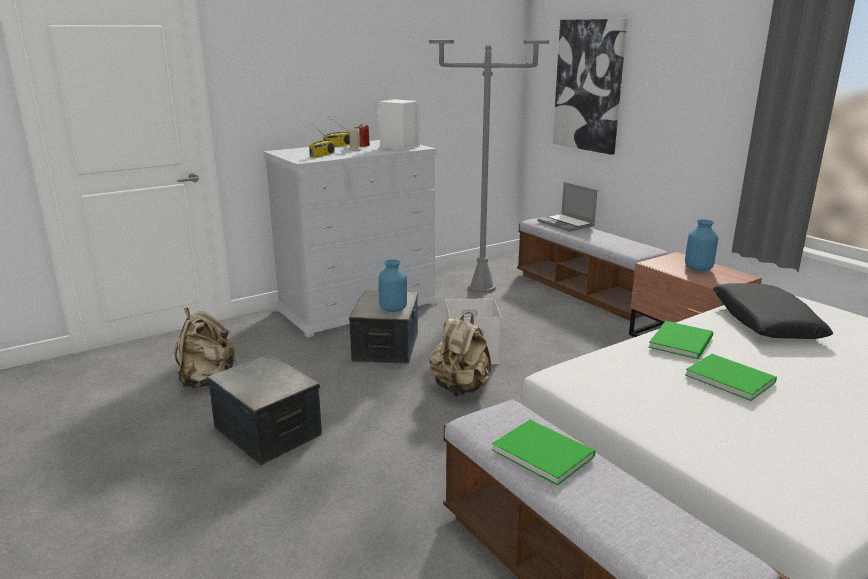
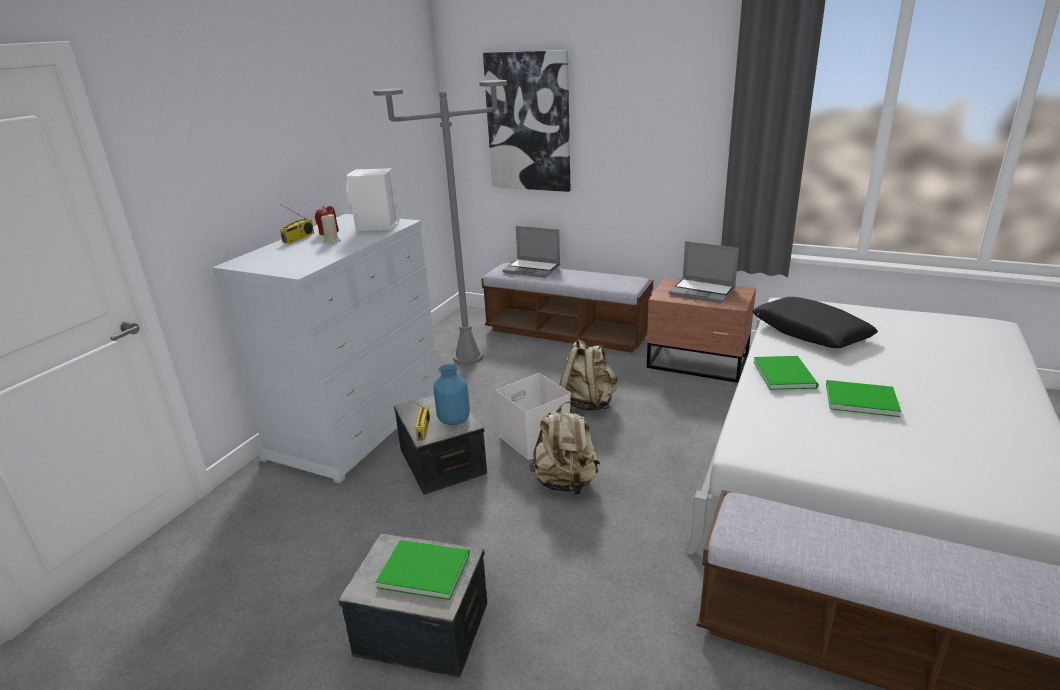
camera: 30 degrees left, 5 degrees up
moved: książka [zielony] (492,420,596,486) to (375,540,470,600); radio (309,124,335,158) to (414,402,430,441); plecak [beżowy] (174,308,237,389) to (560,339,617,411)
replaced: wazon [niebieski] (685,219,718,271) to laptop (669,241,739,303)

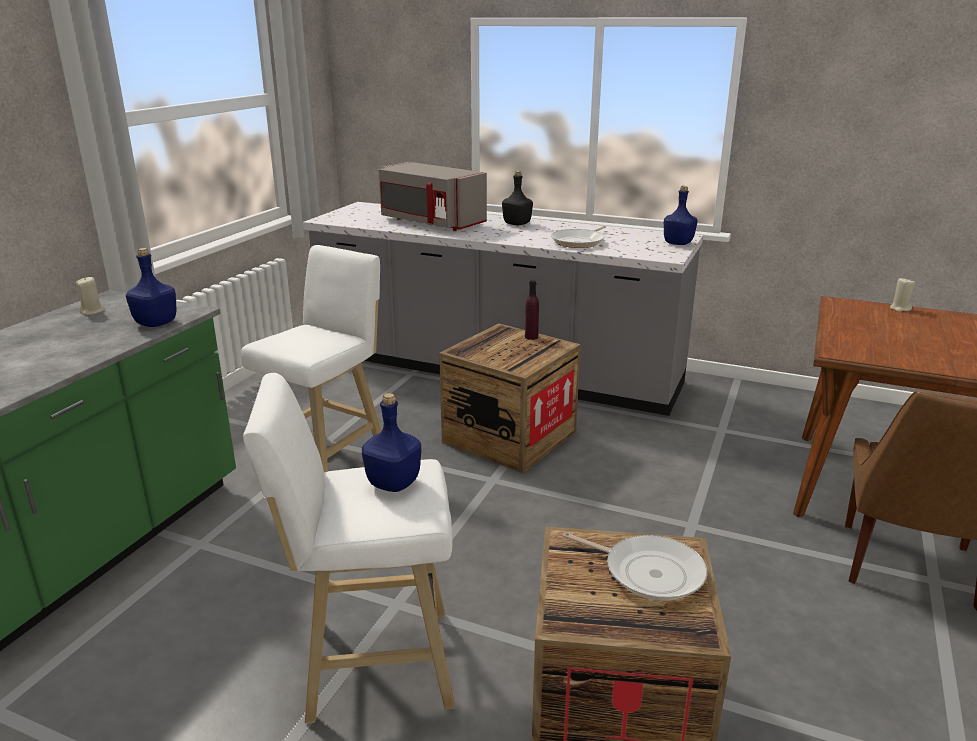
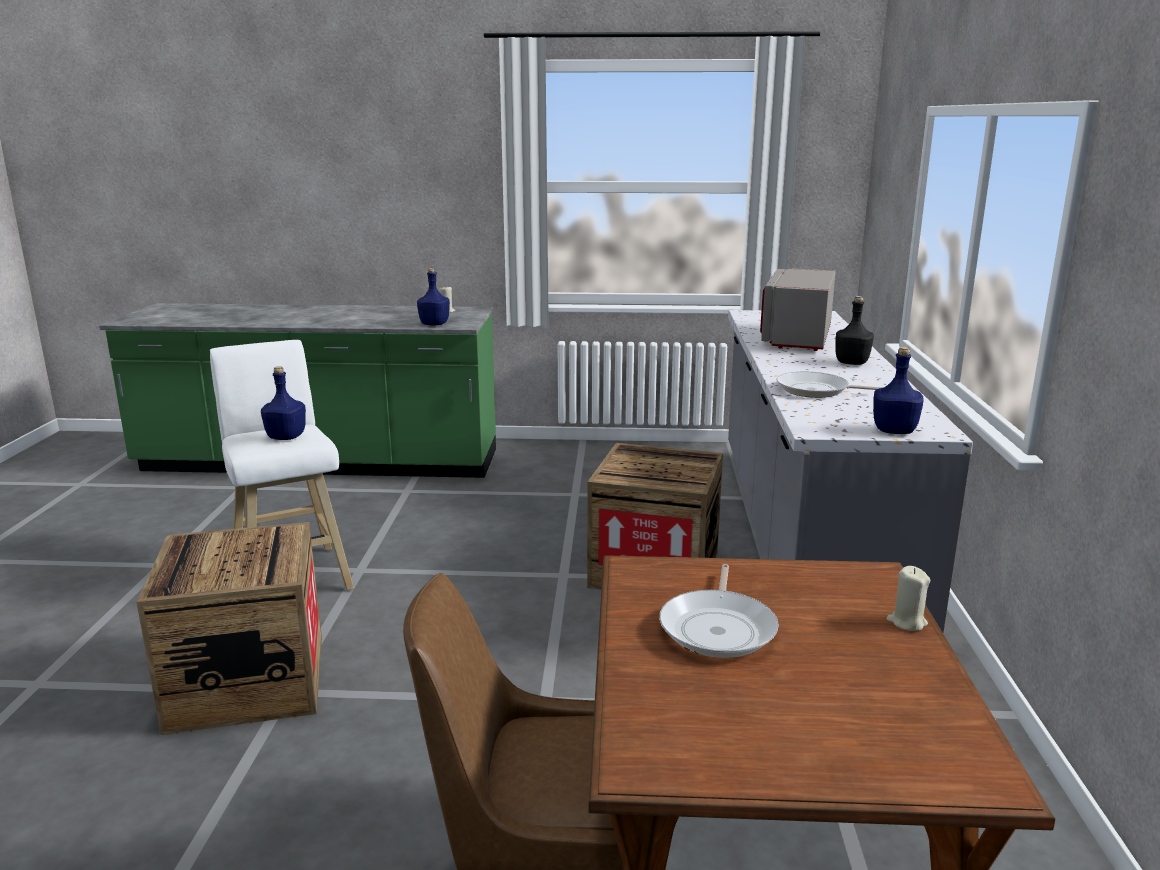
camera: 70 degrees right, 5 degrees down
removed: stołek [biały] (241,245,381,472); butelka [fioletowy] (525,280,539,340)
moved: patelnia (562,532,707,601) to (659,564,779,658)

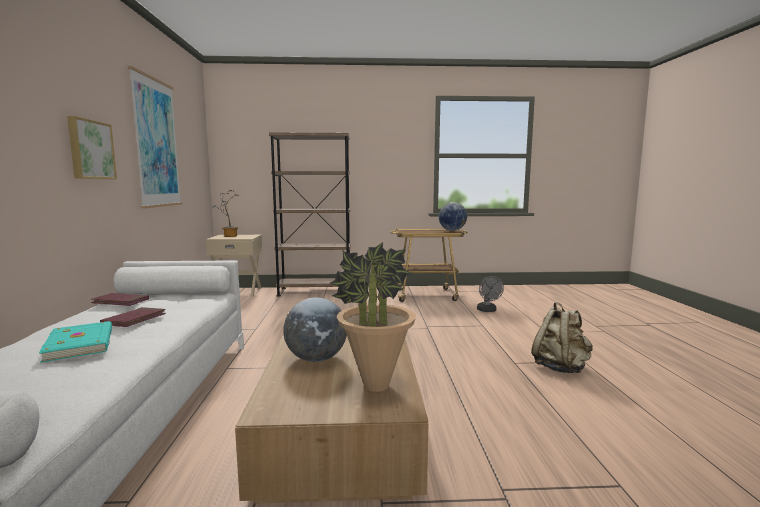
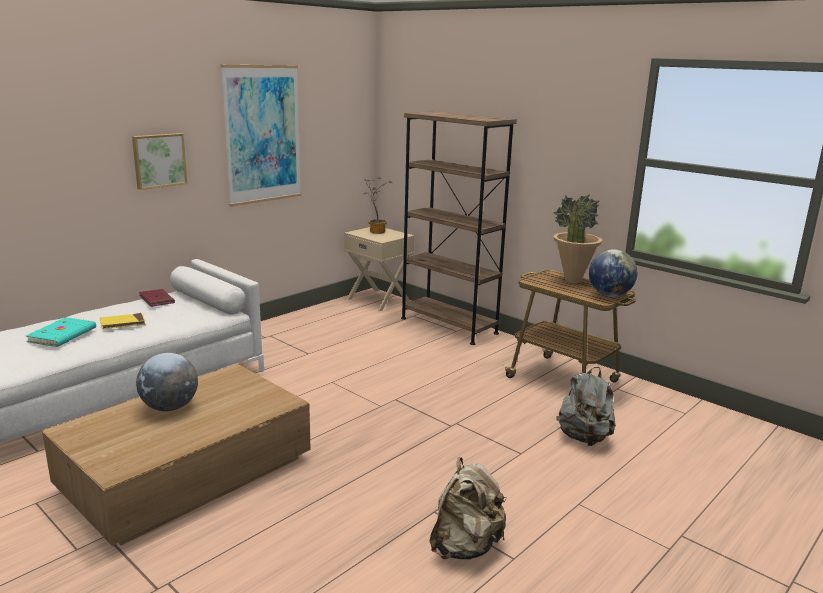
camera: 45 degrees right, 10 degrees up
moved: roślina doniczkowa (330,242,416,392) to (553,194,602,283)
replaced: wentylator [szary] (477,276,504,312) to plecak [szary] (557,367,615,446)
recoloured: książka [czerwony] (100,307,166,327) to książka [żółty] (100,313,145,329)

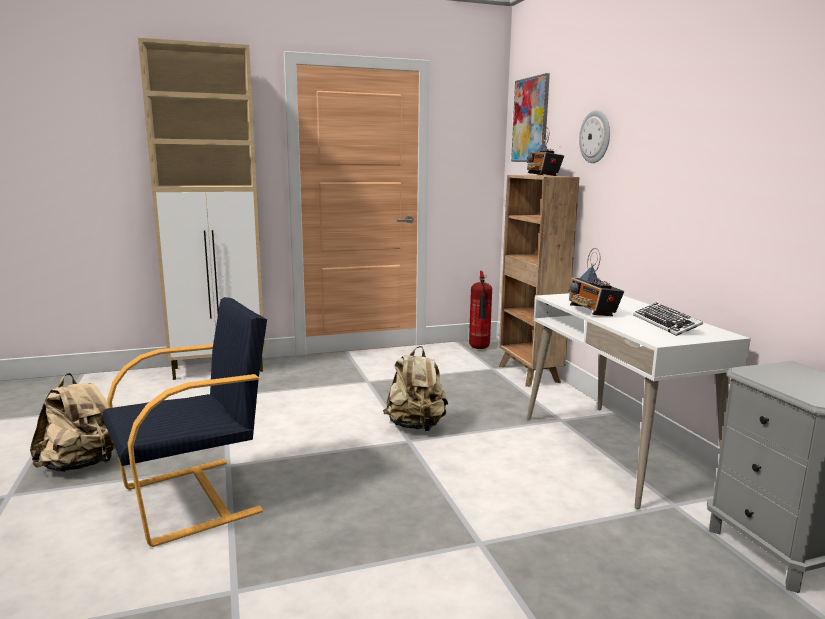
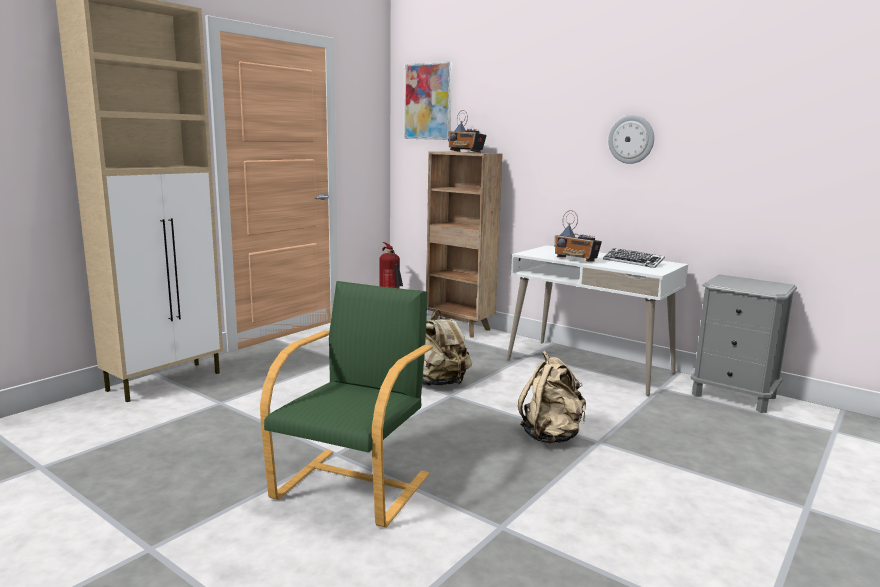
camera: 35 degrees left, 0 degrees up
moved: plecak [beżowy] (30,373,115,472) to (518,351,586,443); zegar ścienny (579,110,610,163) to (608,115,654,164)
recoloured: fotel [czarny] (103,297,267,547) to fotel [zielony] (260,281,433,528)

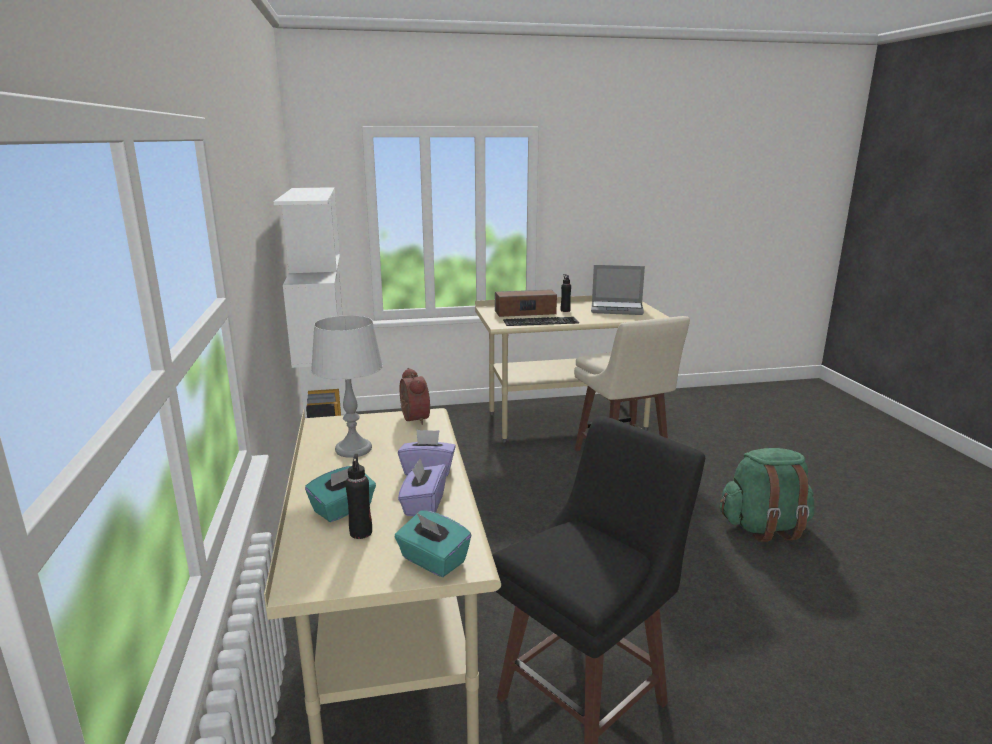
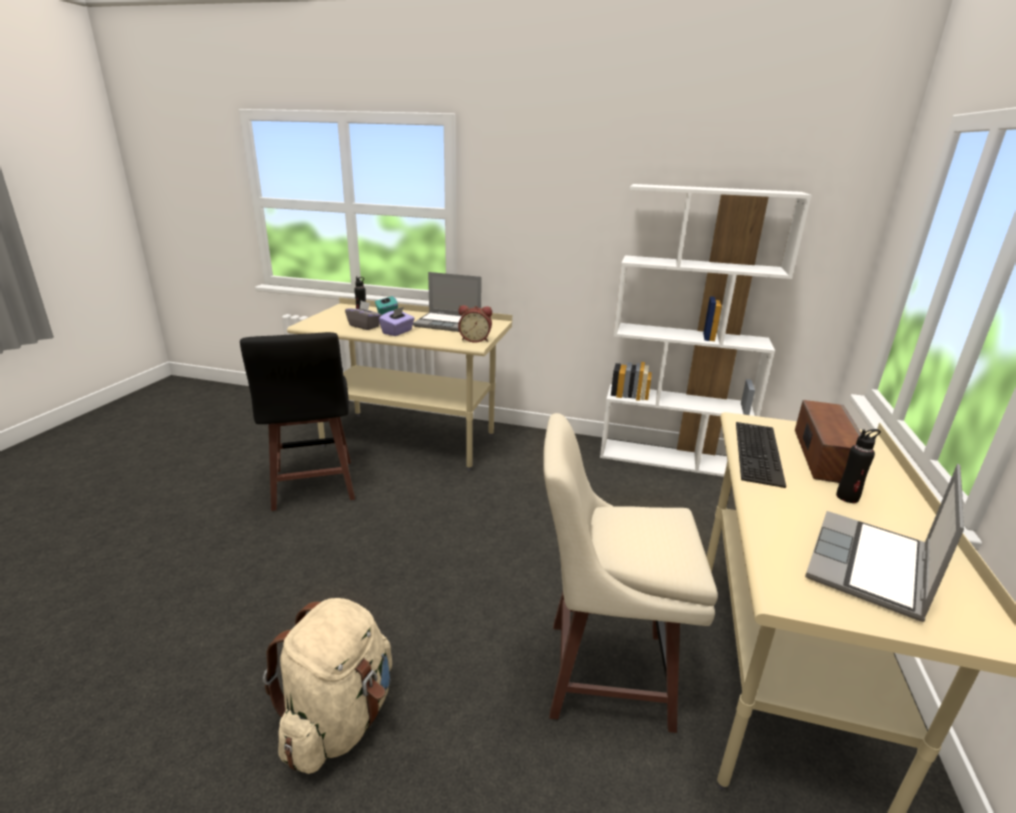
camera: 115 degrees right, 5 degrees up
removed: pudełko chusteczek [turkusowy] (394,510,471,577)
replaced: lampa stołowa [szary] (311,315,383,458) to laptop (413,272,482,332)
recoloured: plecak [zielony] (720,448,814,542) to plecak [beżowy] (263,598,392,774); pudełko chusteczek [fioletowy] (398,458,447,516) to pudełko chusteczek [szary] (345,301,381,330)

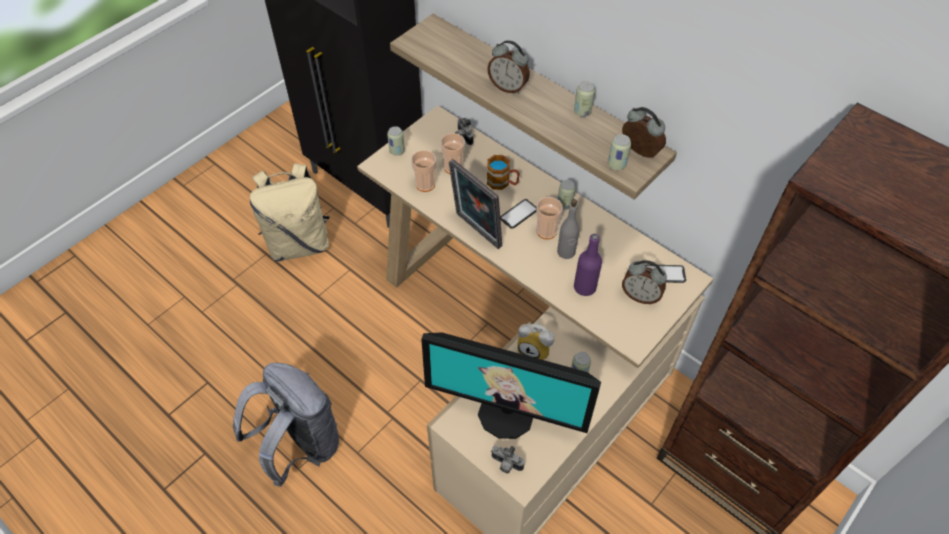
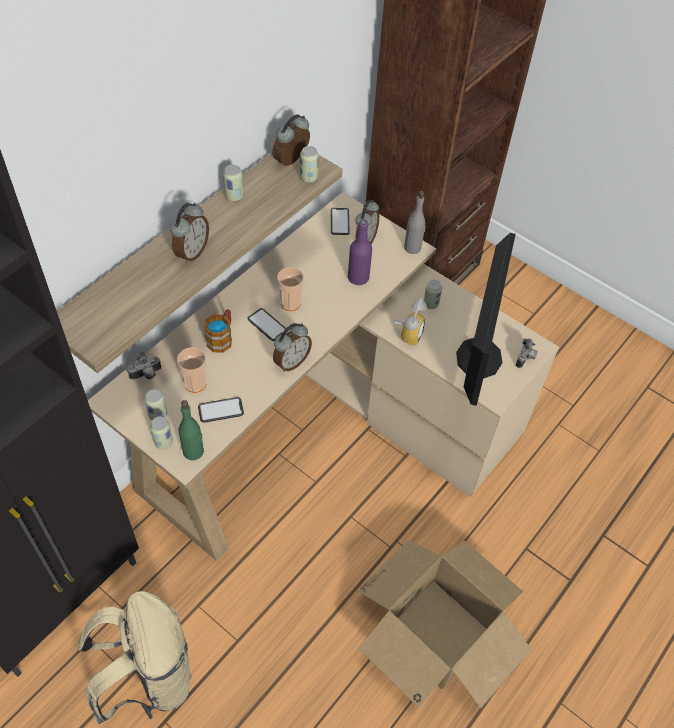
camera: 95 degrees left, 0 degrees up
added: butelka [zielony] (178,400,204,460)
moved: puszka (558,180,576,210) to (144,389,168,420); butelka [szary] (557,199,579,259) to (404,191,425,254)
replaced: filiżanka (411,150,436,192) to telefon (198,397,244,423); ramka na zdjęcie (449,159,502,249) to budzik (273,323,312,372); plecak [szary] (233,363,339,487) to karton (357,540,532,708)

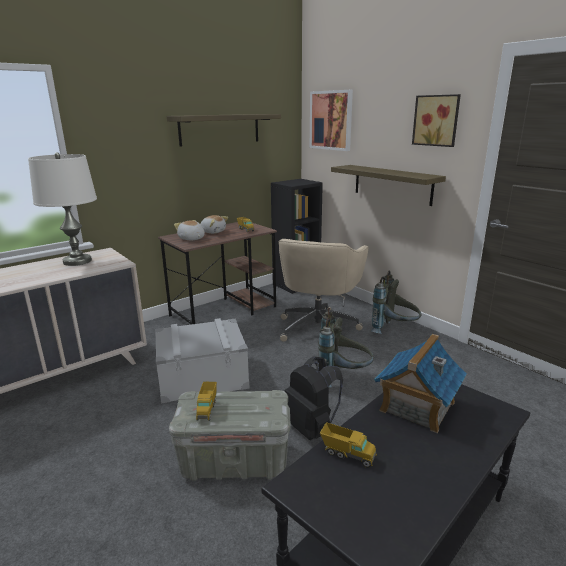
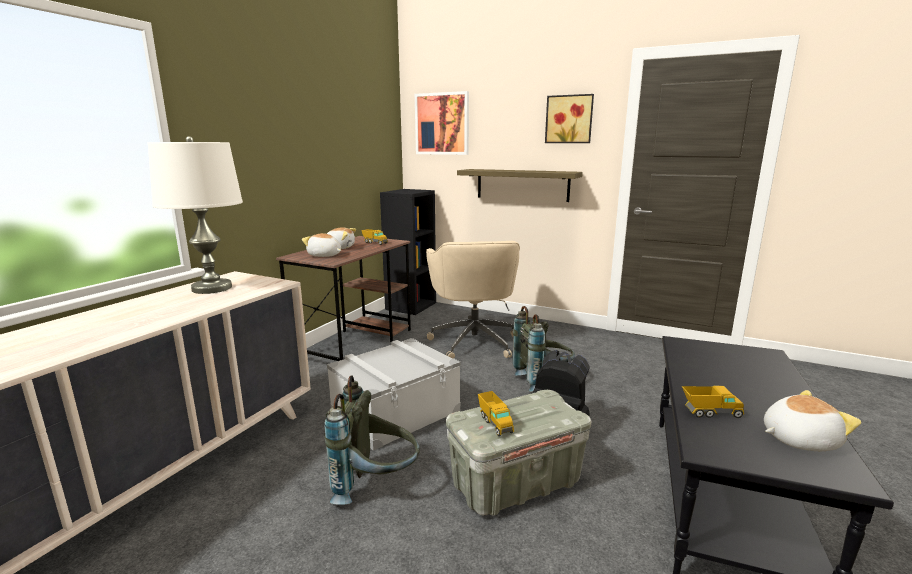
camera: 25 degrees left, 5 degrees down
removed: półka (167,114,281,147); domek (374,334,467,433)
added: pluszak (764,390,861,451)
moved: plecak [szary] (371,270,422,334) to (324,375,420,505)

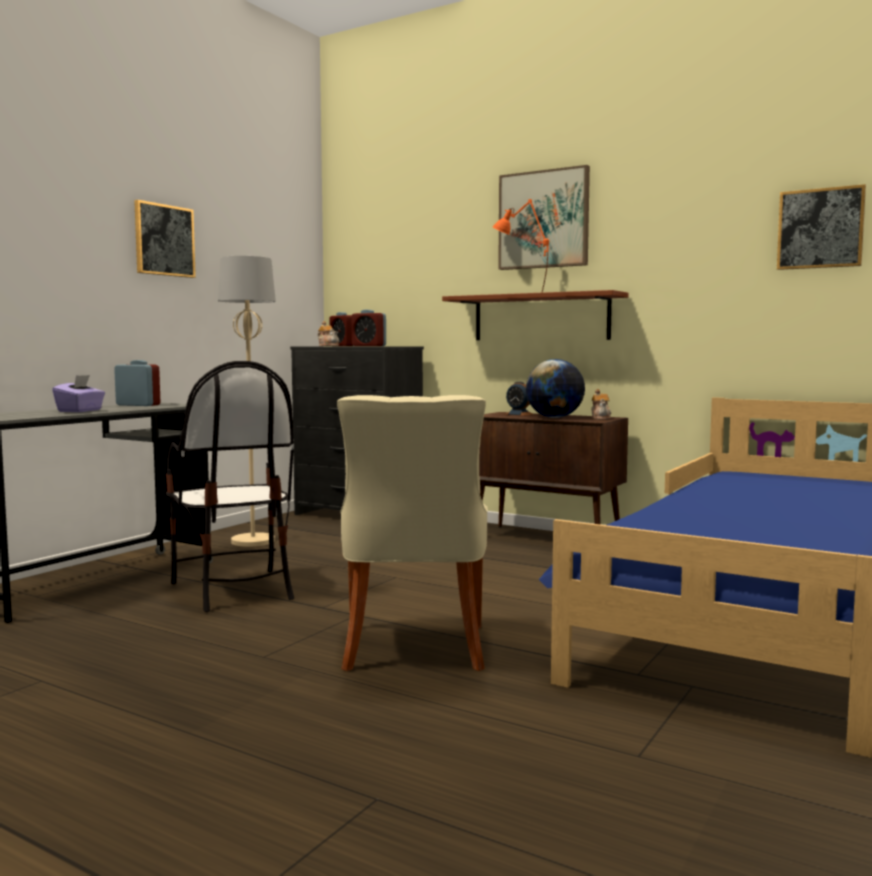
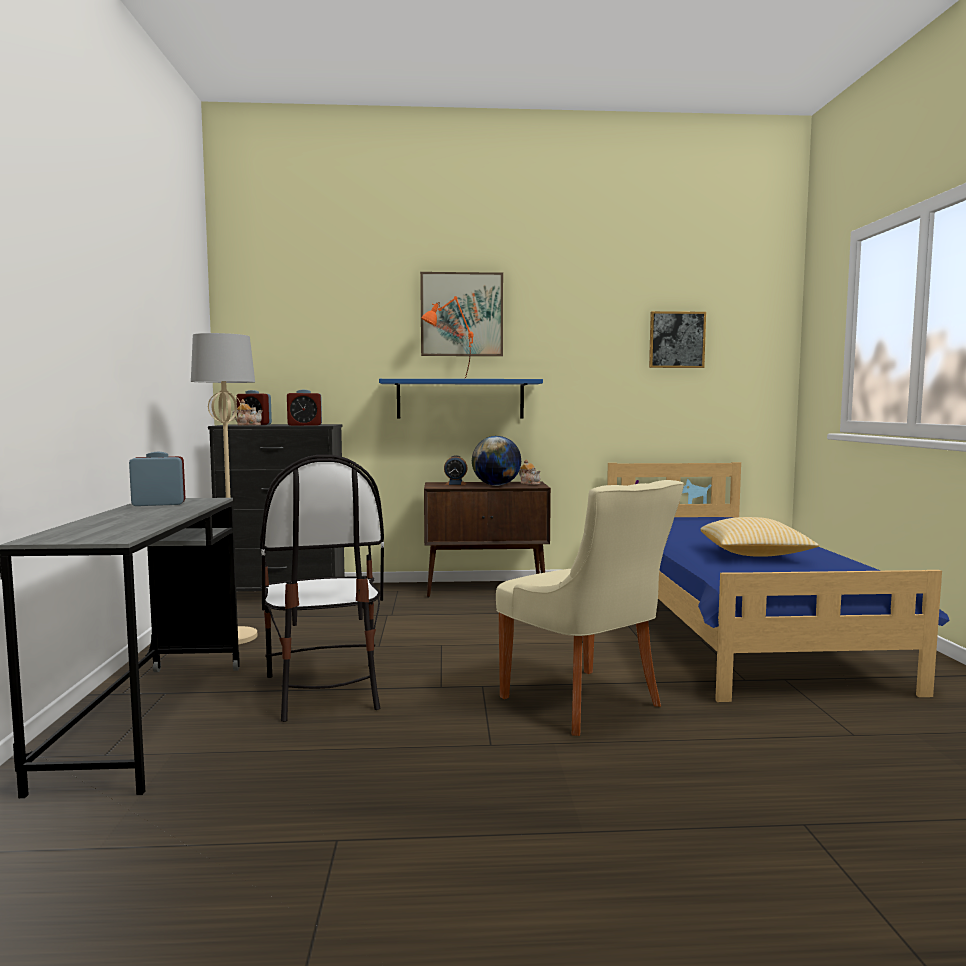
camera: 35 degrees left, 0 degrees up
removed: pudełko chusteczek [fioletowy] (52,375,105,412); obraz (134,200,196,278)
added: poduszka (701,517,819,557)
recoloured: półka [brązowy] (442,290,629,340) to półka [niebieski] (379,379,543,419)
turned: krzesło (166,361,294,612) = (260,455,384,722) 45 degrees clockwise

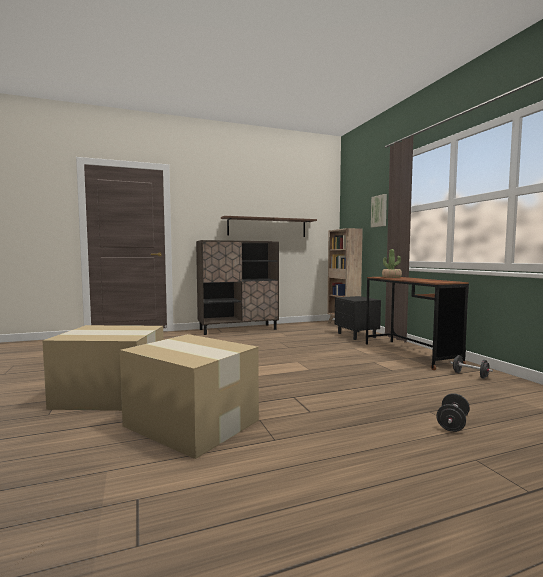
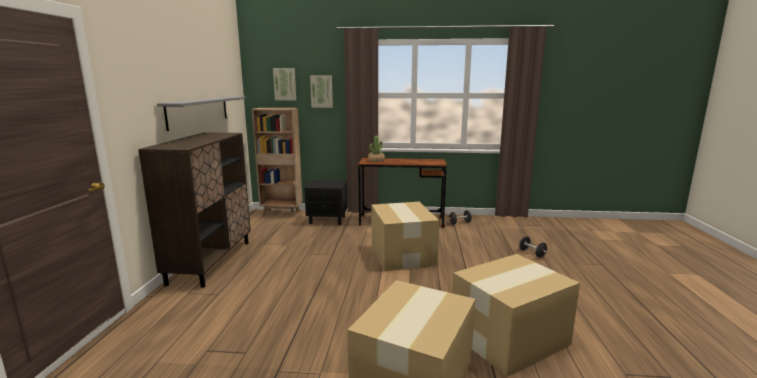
camera: 65 degrees left, 10 degrees up
added: obraz (273,68,296,101); karton (371,202,439,271)
recoloured: półka [brązowy] (221,216,317,237) to półka [szary] (157,96,246,131)

